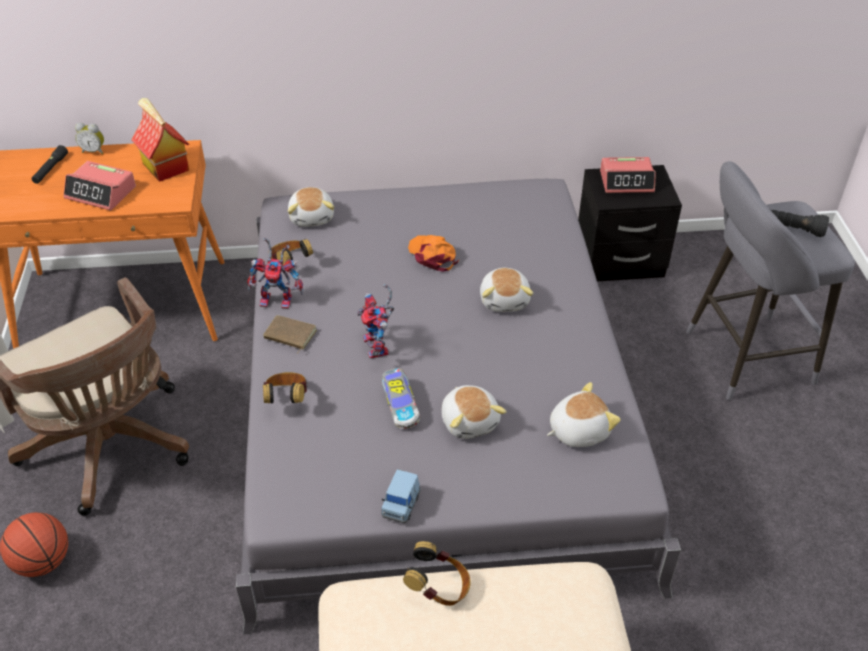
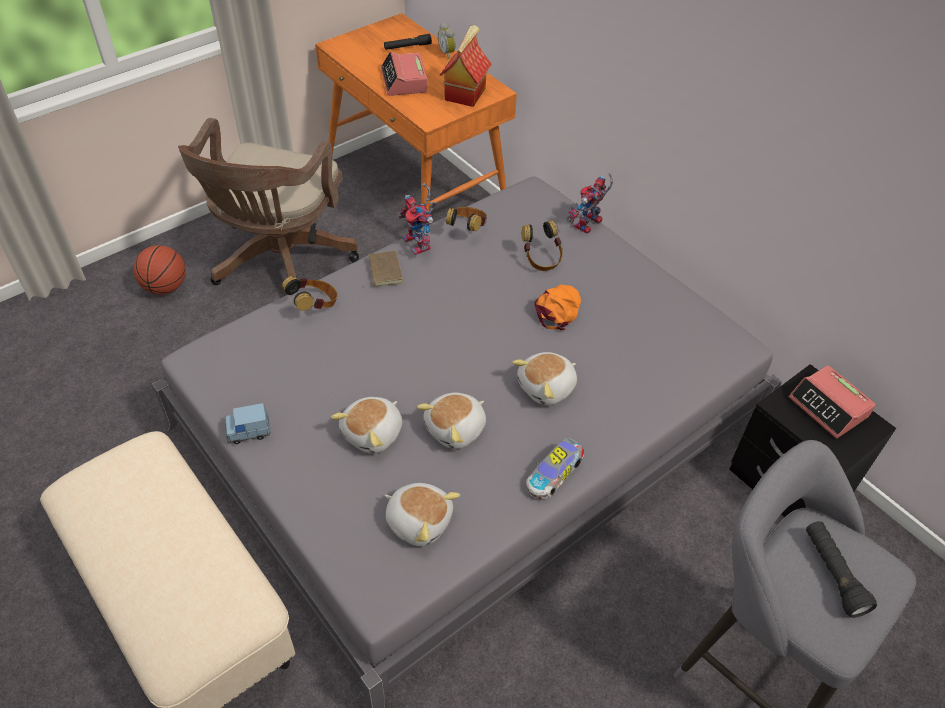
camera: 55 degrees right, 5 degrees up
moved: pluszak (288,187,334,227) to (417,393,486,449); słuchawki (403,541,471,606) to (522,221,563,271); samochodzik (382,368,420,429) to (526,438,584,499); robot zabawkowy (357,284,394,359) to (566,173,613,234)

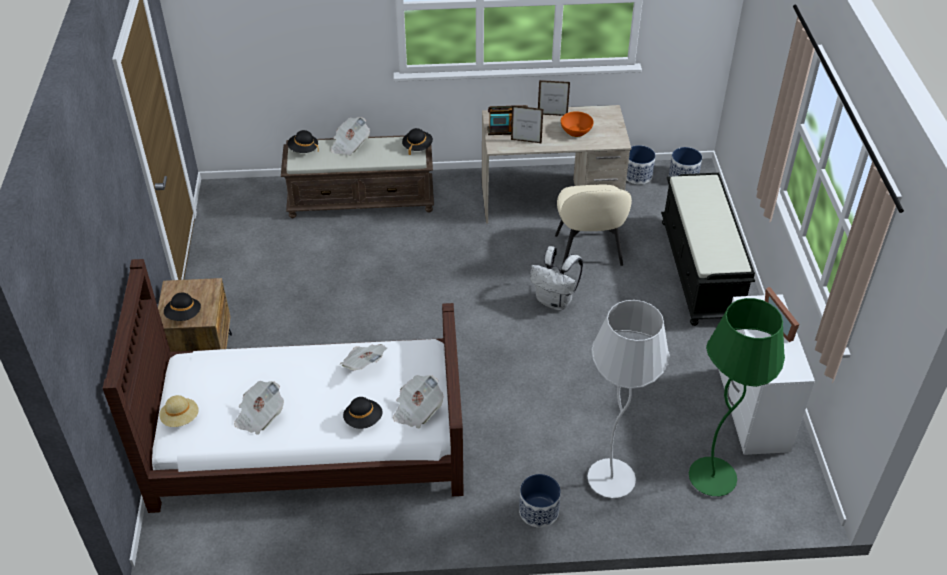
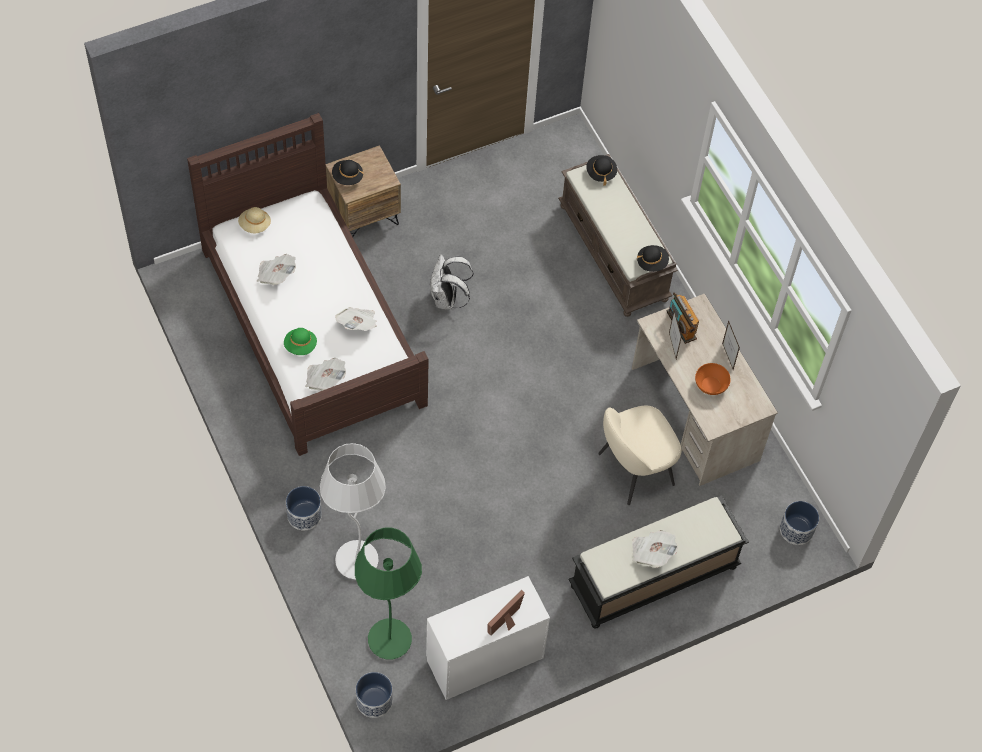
camera: 65 degrees right, 15 degrees up
moved: donica (626,145,656,184) to (356,672,393,718); plecak [biały] (530,246,583,311) to (430,254,473,310); gazeta (330,117,370,156) to (632,530,678,568)
recoloured: kapelusz [czarny] (343,397,383,429) to kapelusz [zielony] (284,328,317,355)

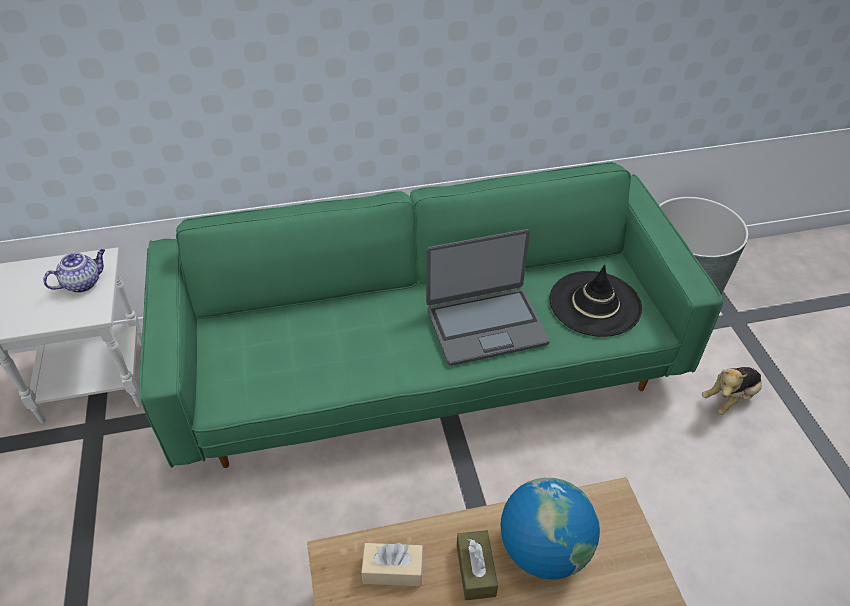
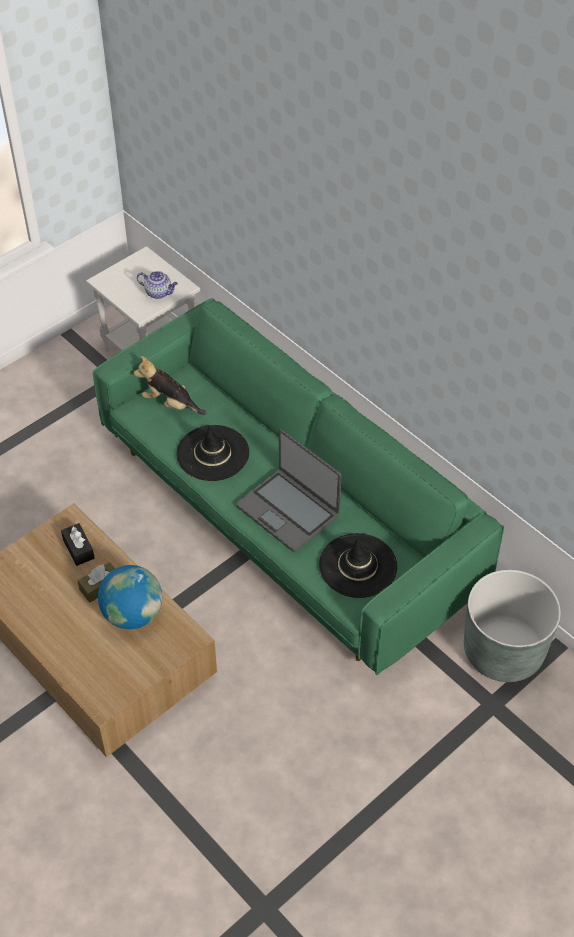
camera: 60 degrees right, 5 degrees up
added: kapelusz [czarny] (176,425,249,481)
moved: pluszak (702,367,762,415) to (134,356,206,415)
recoloured: pudełko chusteczek [beżowy] (361,543,424,586) to pudełko chusteczek [czarny] (61,523,95,566)

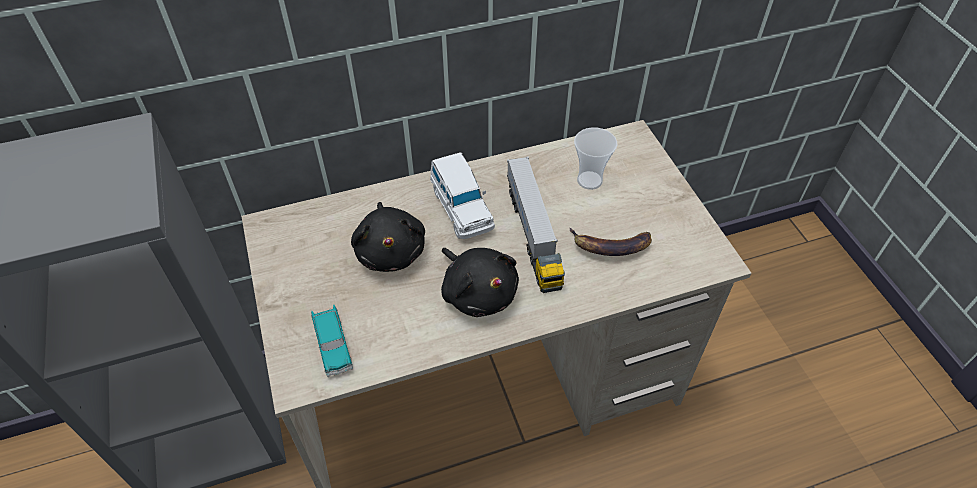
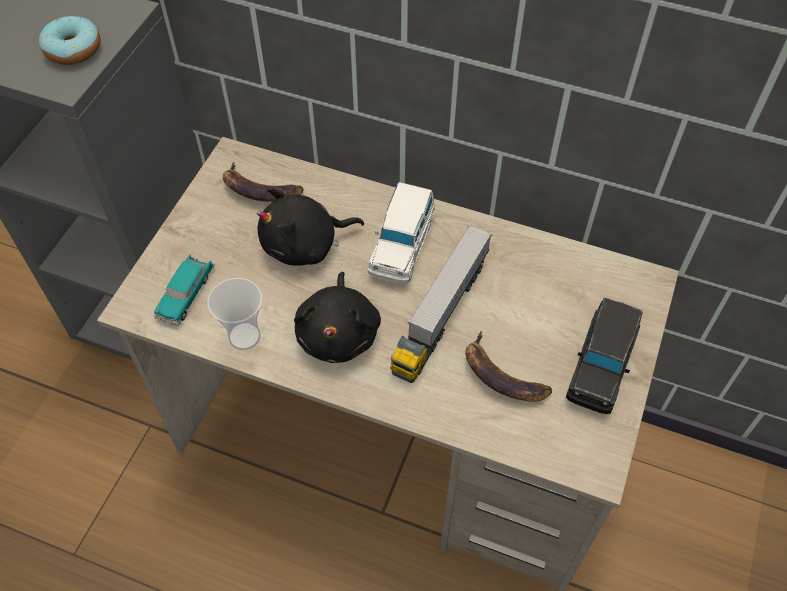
camera: 40 degrees right, 5 degrees up
added: donut (39,16,101,65); banan (223,162,304,202); samochodzik [czarny] (566,298,643,414)
moved: filiżanka (574,127,617,190) to (207,278,262,350)
turned: pluszak [czarny] (351,202,425,272) = (257,187,364,266) 45 degrees clockwise

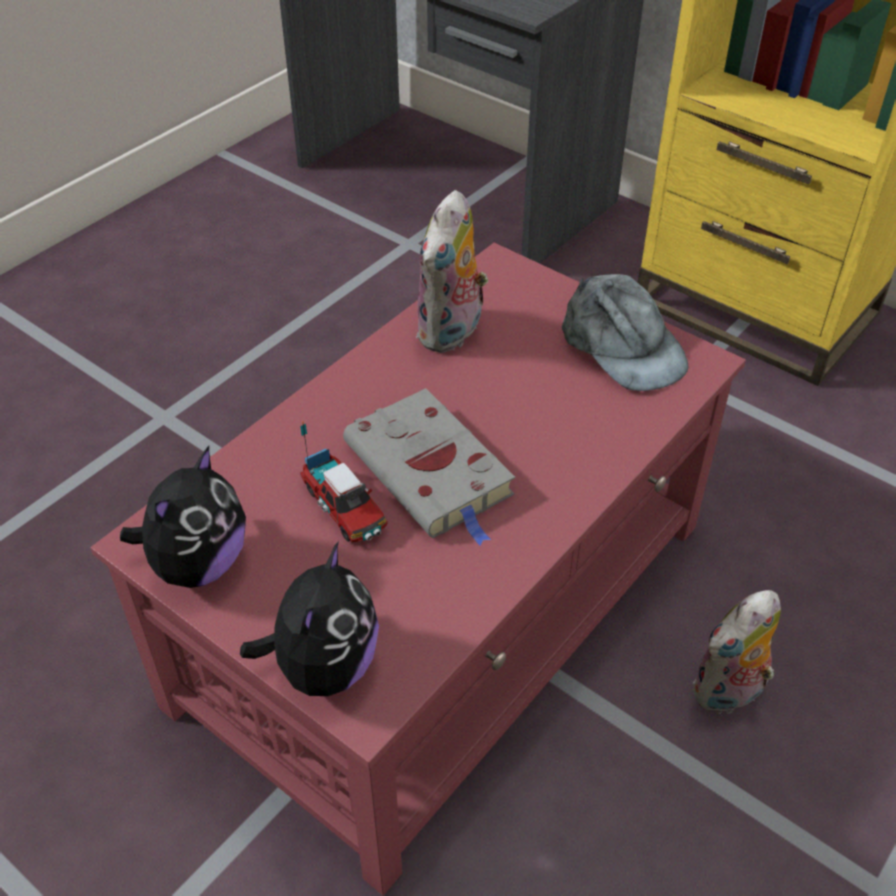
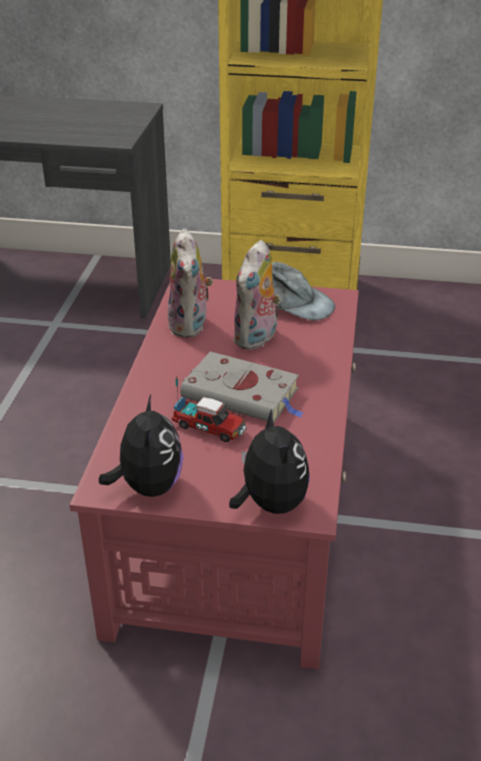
camera: 30 degrees left, 10 degrees down
moved: pluszak (693,590,781,714) to (233,240,285,350)

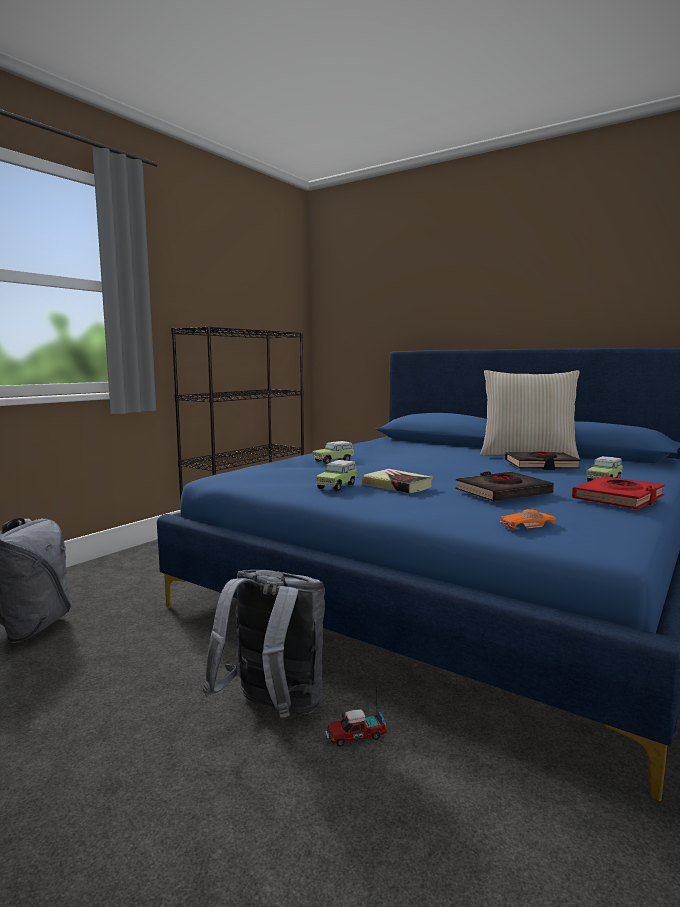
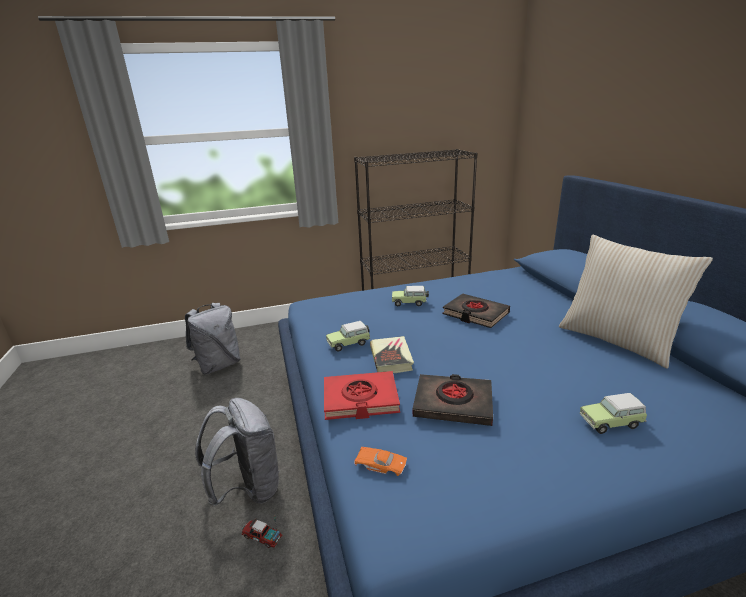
camera: 40 degrees right, 15 degrees up
moved: książka [czerwony] (572,476,665,510) to (324,371,400,420); książka [czarny] (505,452,581,470) to (443,294,510,328)

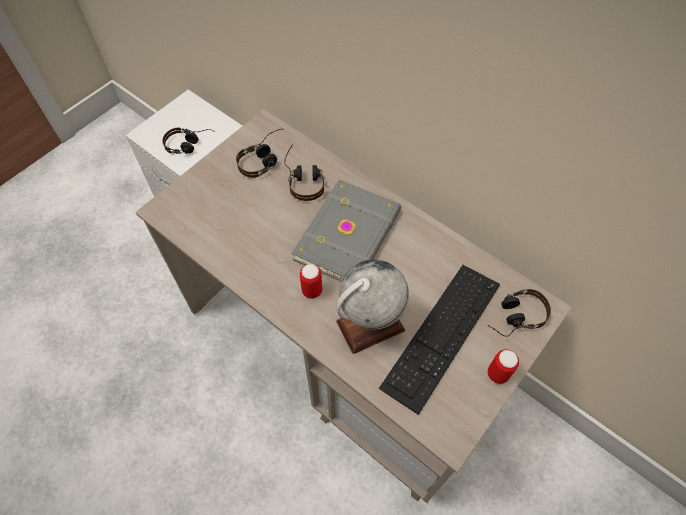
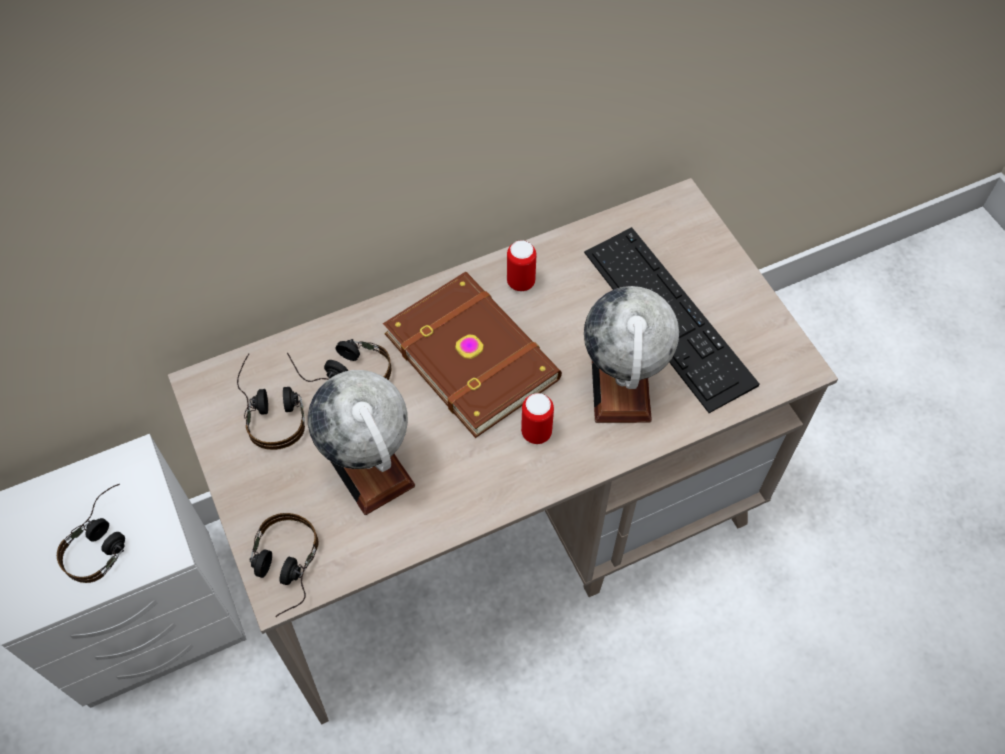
camera: 65 degrees left, 0 degrees up
added: globus (308,370,415,515)
moved: słuchawki (488,289,551,337) to (249,513,318,617); puszka (488,349,519,384) to (507,240,536,291)
recoloured: książka [szary] (292,179,401,282) to książka [brązowy] (383,272,562,438)

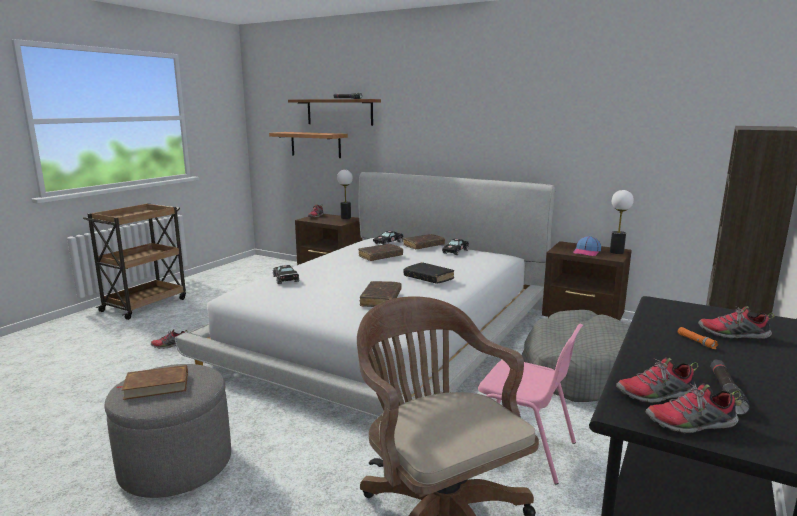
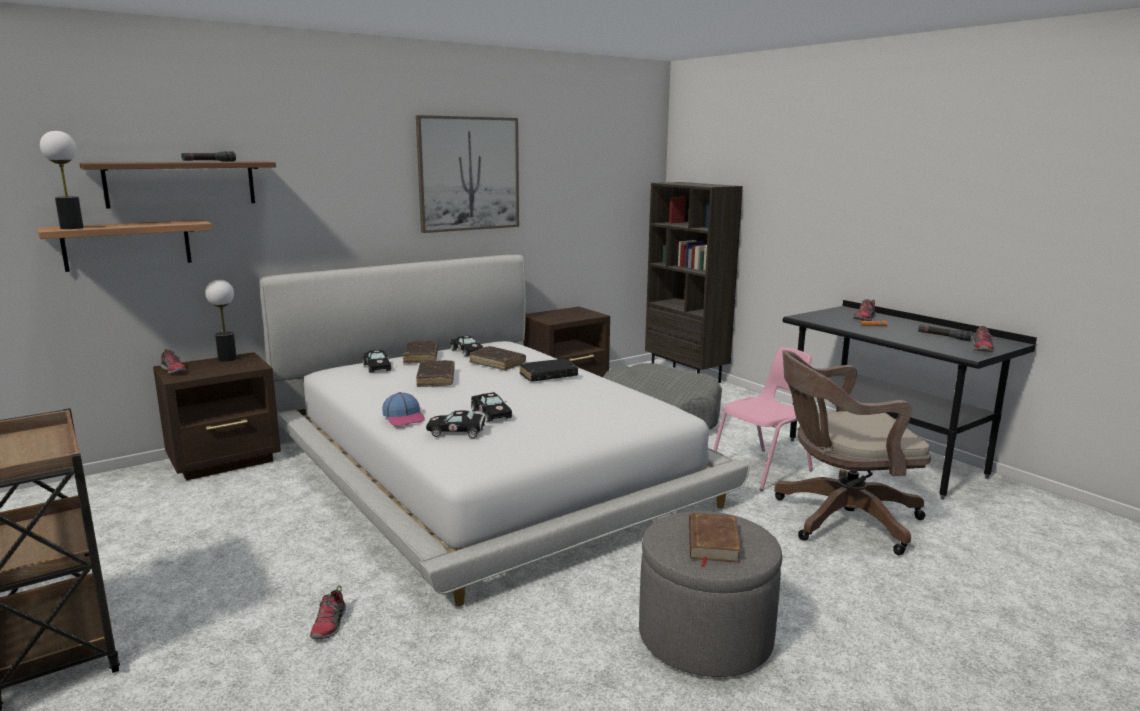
camera: 65 degrees left, 0 degrees up
removed: but (616,358,698,403)
added: obraz (416,115,519,233); samochodzik [czarny] (471,392,512,422)
moved: lampa stołowa (610,190,634,254) to (40,131,84,229); czapka z daszkiem (573,236,601,256) to (382,392,425,426); książka [brązowy] (360,281,402,307) to (469,346,526,371)

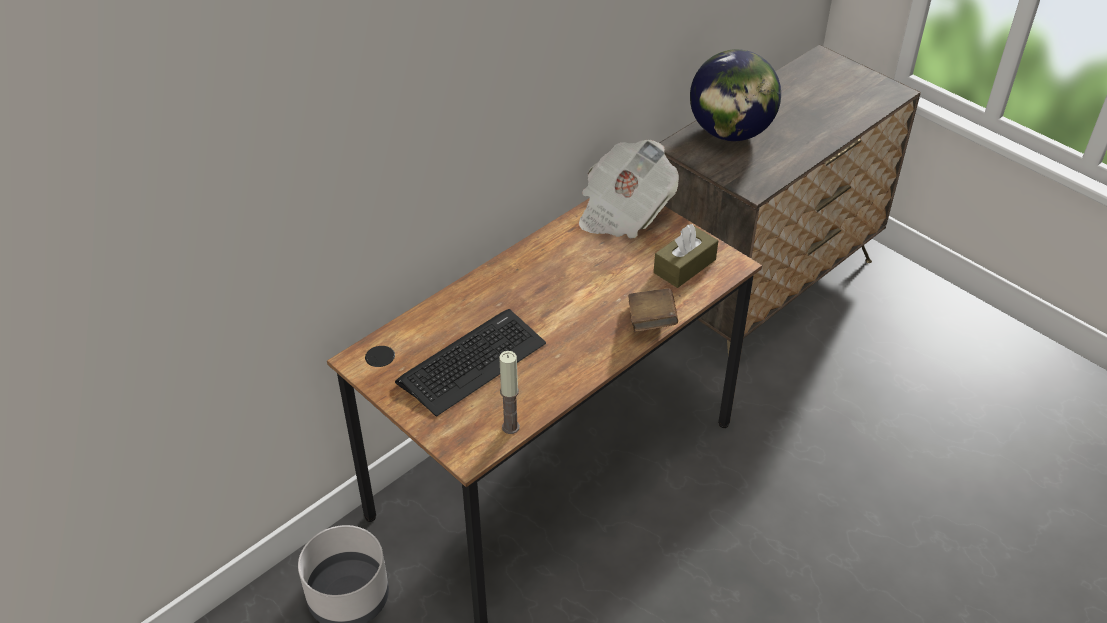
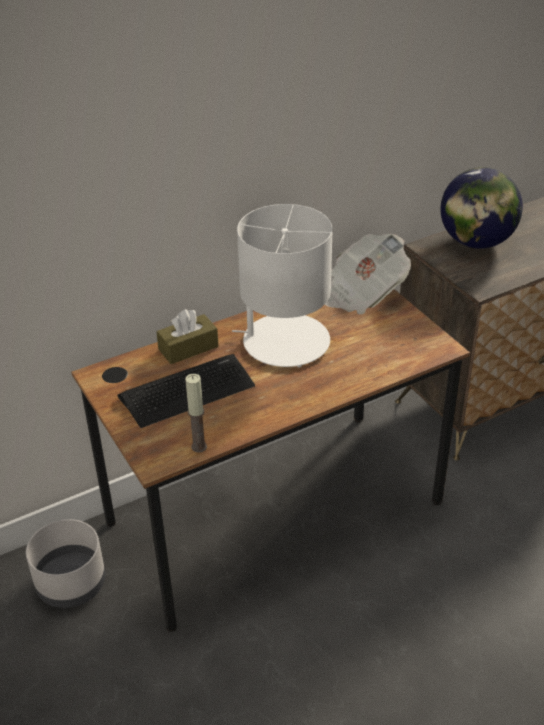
camera: 15 degrees right, 5 degrees down
removed: książka [brązowy] (628,288,678,332)
added: lampa stołowa [biały] (232,204,333,367)
moved: pudełko chusteczek [brązowy] (654,224,718,288) to (156,309,219,364)

